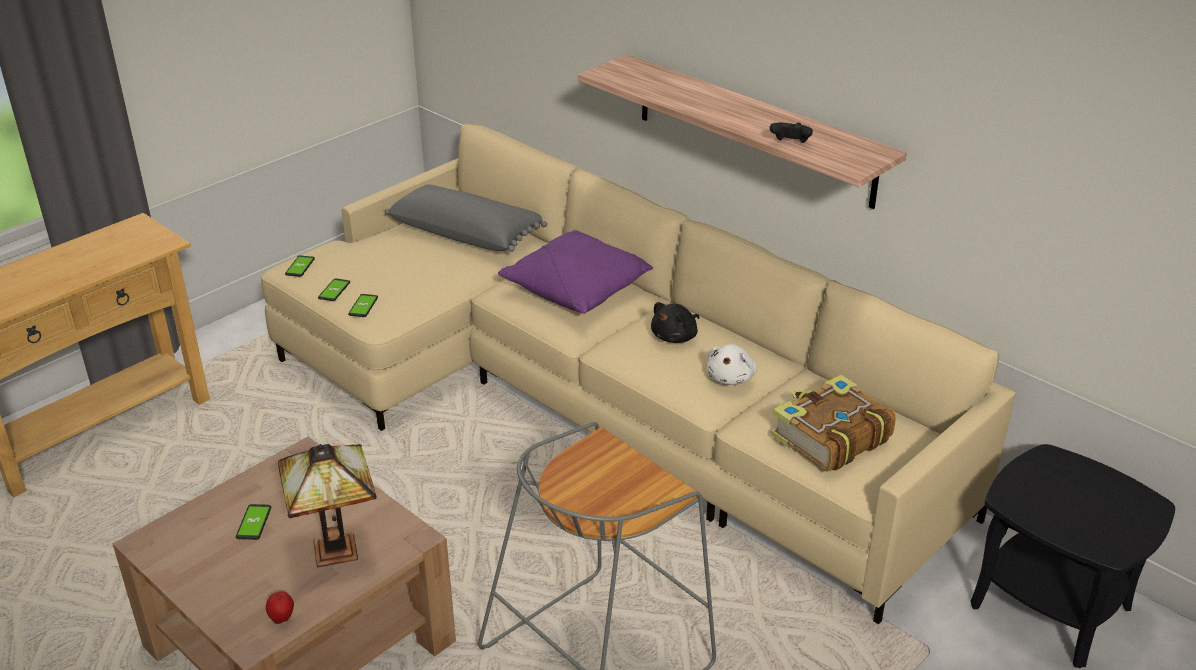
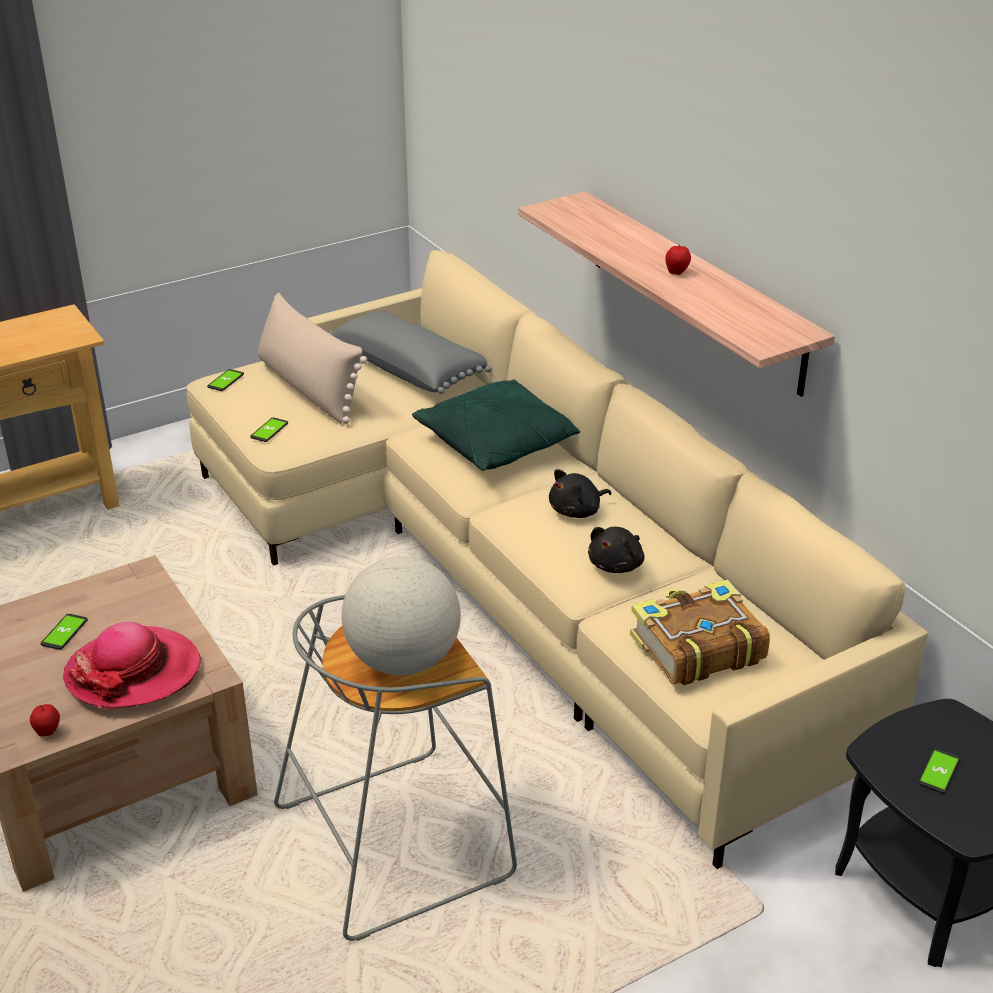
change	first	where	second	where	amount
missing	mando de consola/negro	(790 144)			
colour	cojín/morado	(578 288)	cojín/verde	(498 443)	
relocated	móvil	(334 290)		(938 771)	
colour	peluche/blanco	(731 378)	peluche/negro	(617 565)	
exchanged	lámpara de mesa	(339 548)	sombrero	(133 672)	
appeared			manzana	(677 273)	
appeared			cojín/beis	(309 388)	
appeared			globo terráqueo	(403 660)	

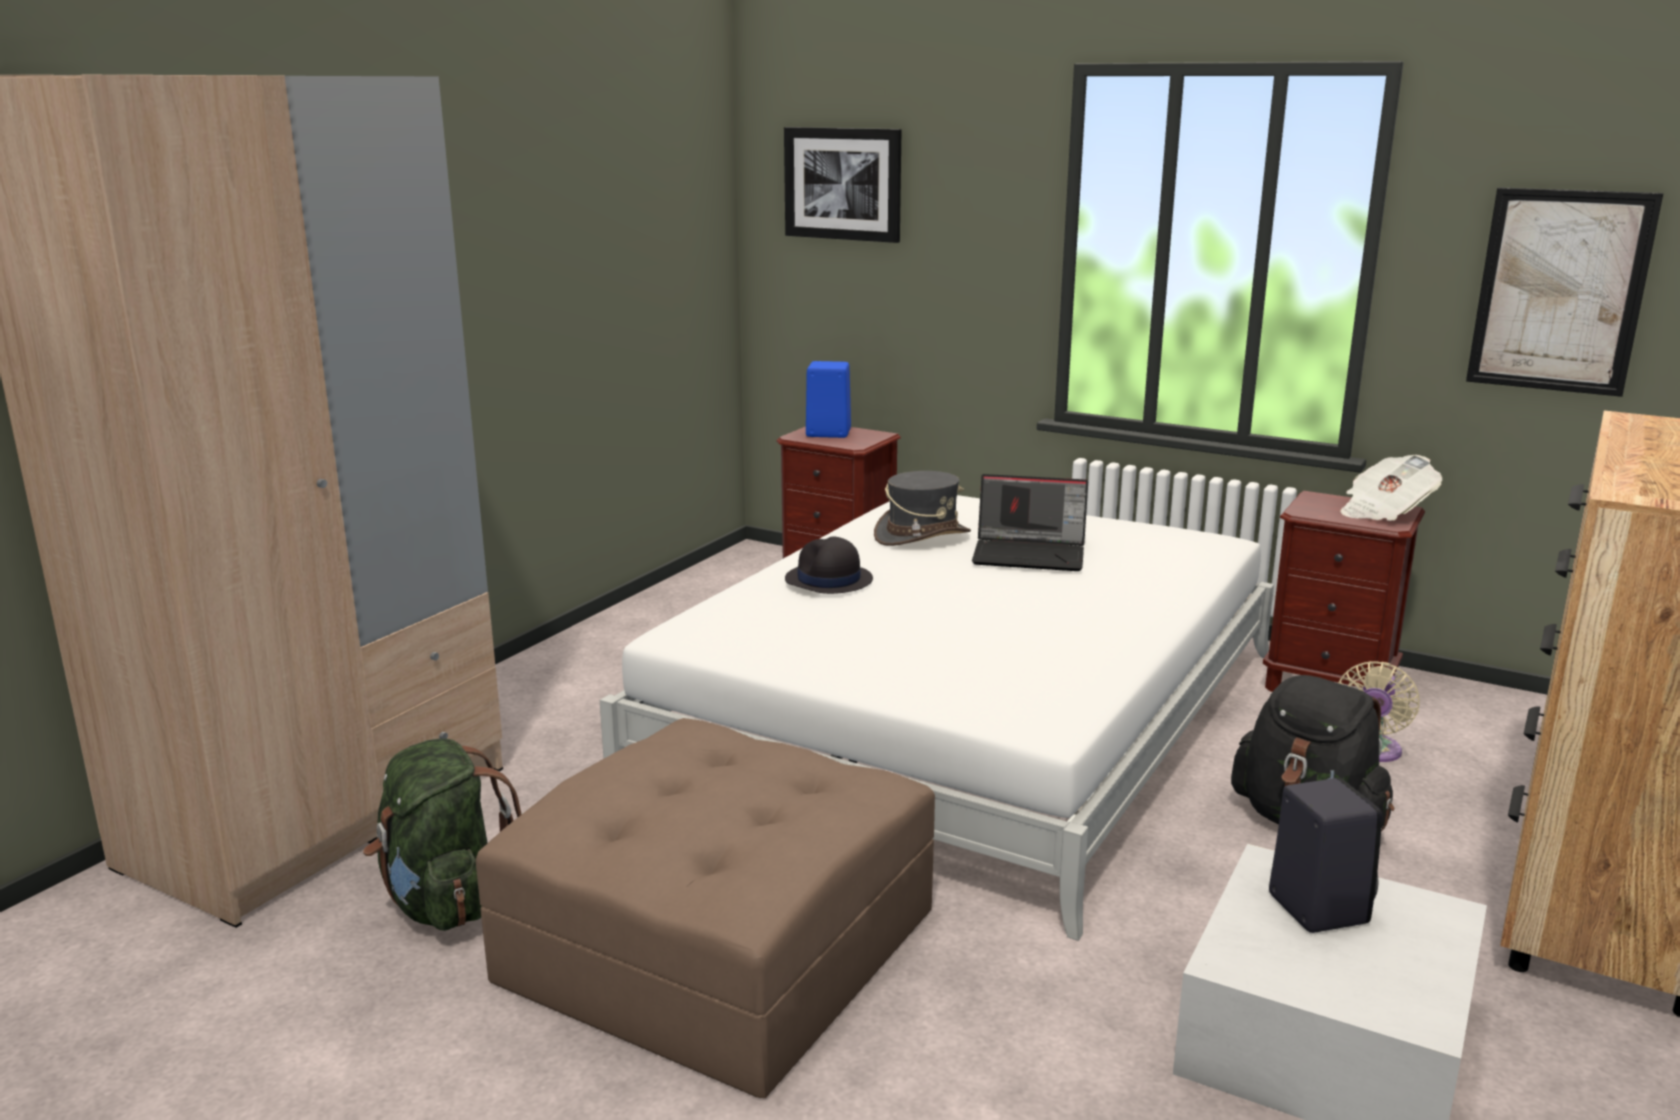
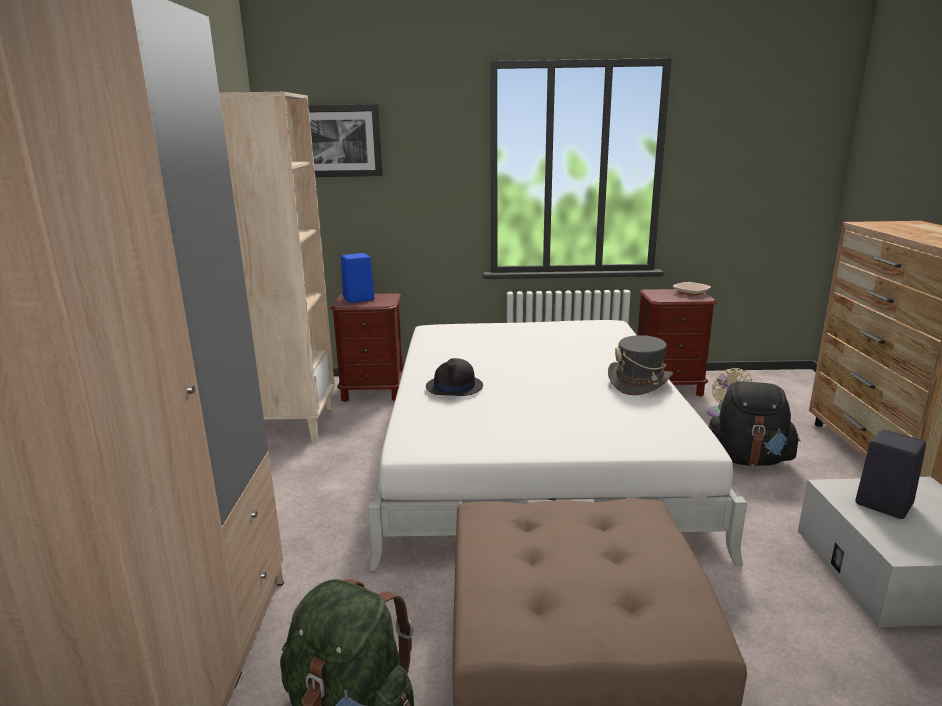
change	first	where	second	where	amount
missing	cuadro	(1560 291)			
exchanged	periódico	(1384 512)	cuenco	(691 293)	
relocated	sombrero/gris	(922 536)		(639 382)	
missing	portátil	(1030 554)			
appeared			estantería/beis	(293 424)	

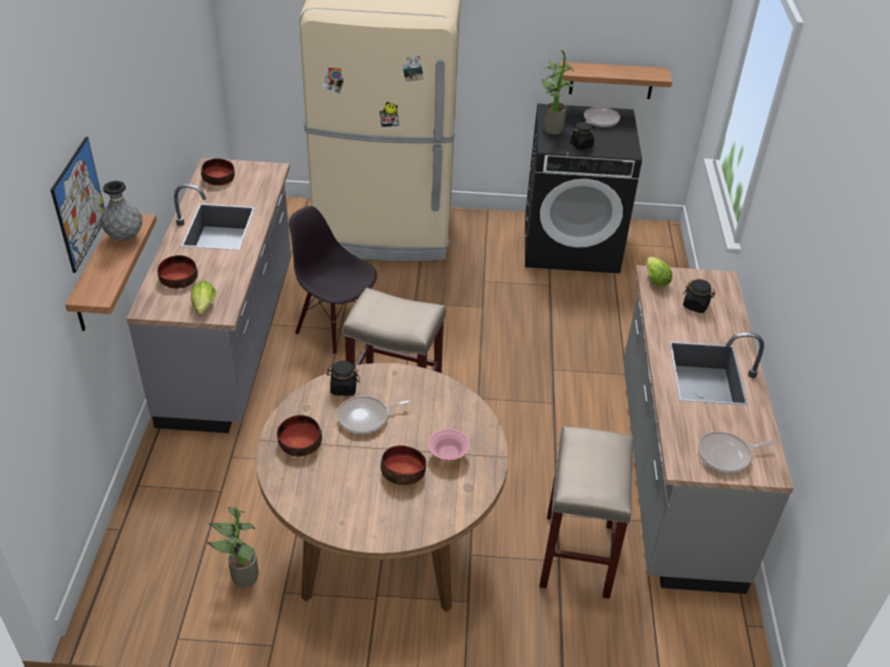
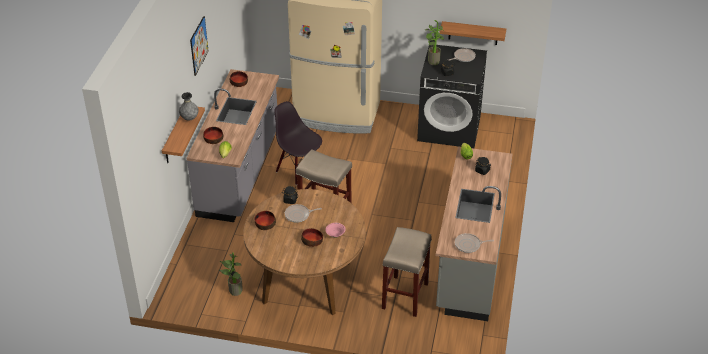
change	first	where	second	where	amount
relocated	cuadro	(79 204)		(199 45)	

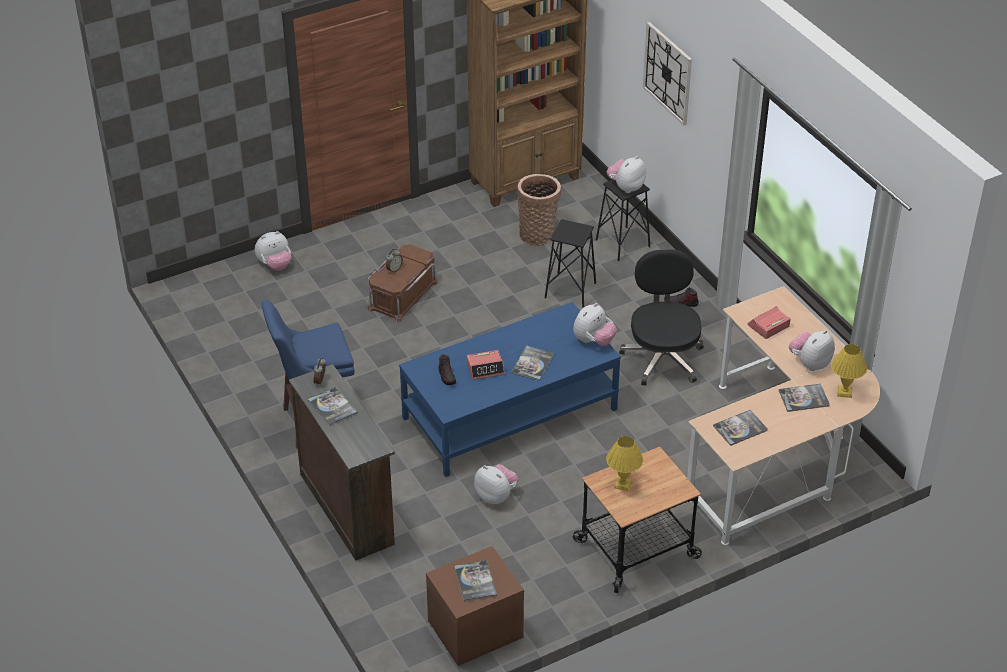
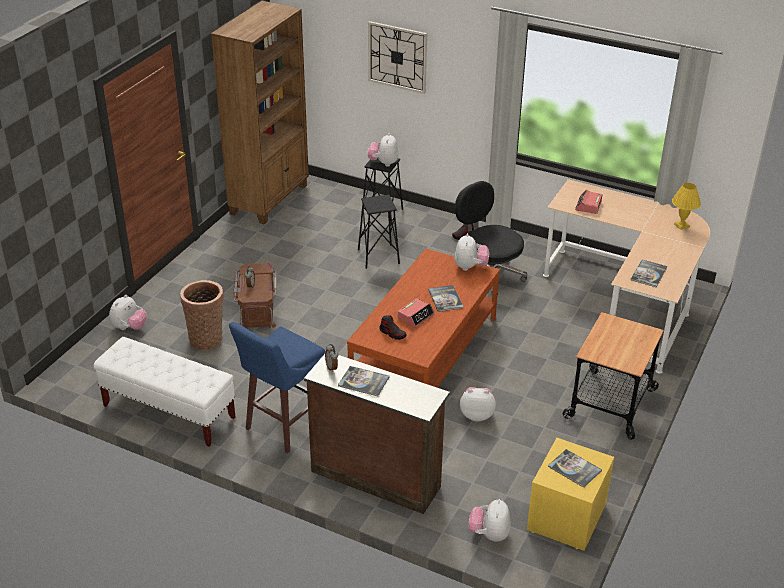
change	first	where	second	where	amount
relocated	cesta	(538 234)		(206 338)	
colour	mesa de centro/azul	(510 413)	mesa de centro/marrón	(425 354)	
relocated	peluche	(810 363)		(489 534)	
missing	libro	(803 398)			
missing	lámpara de mesa/amarillo	(623 484)			
colour	mesita de noche/marrón	(475 631)	mesita de noche/amarillo	(567 518)	
appeared			banco/blanco	(169 412)	

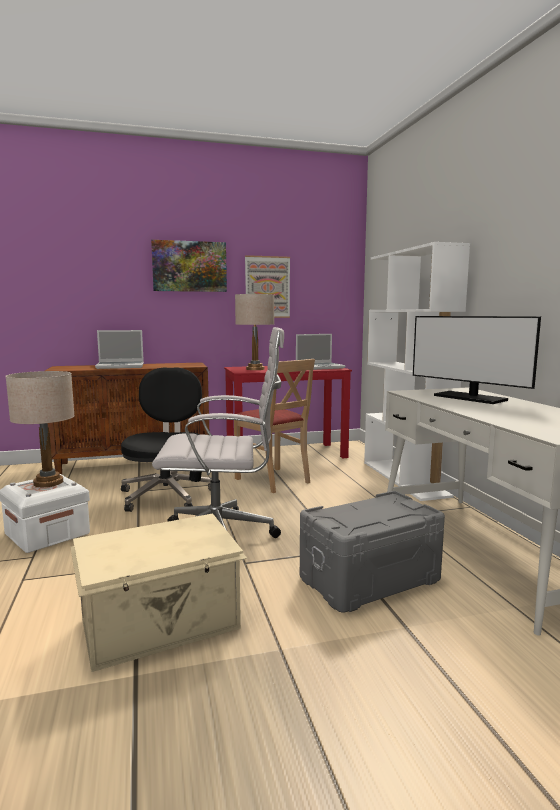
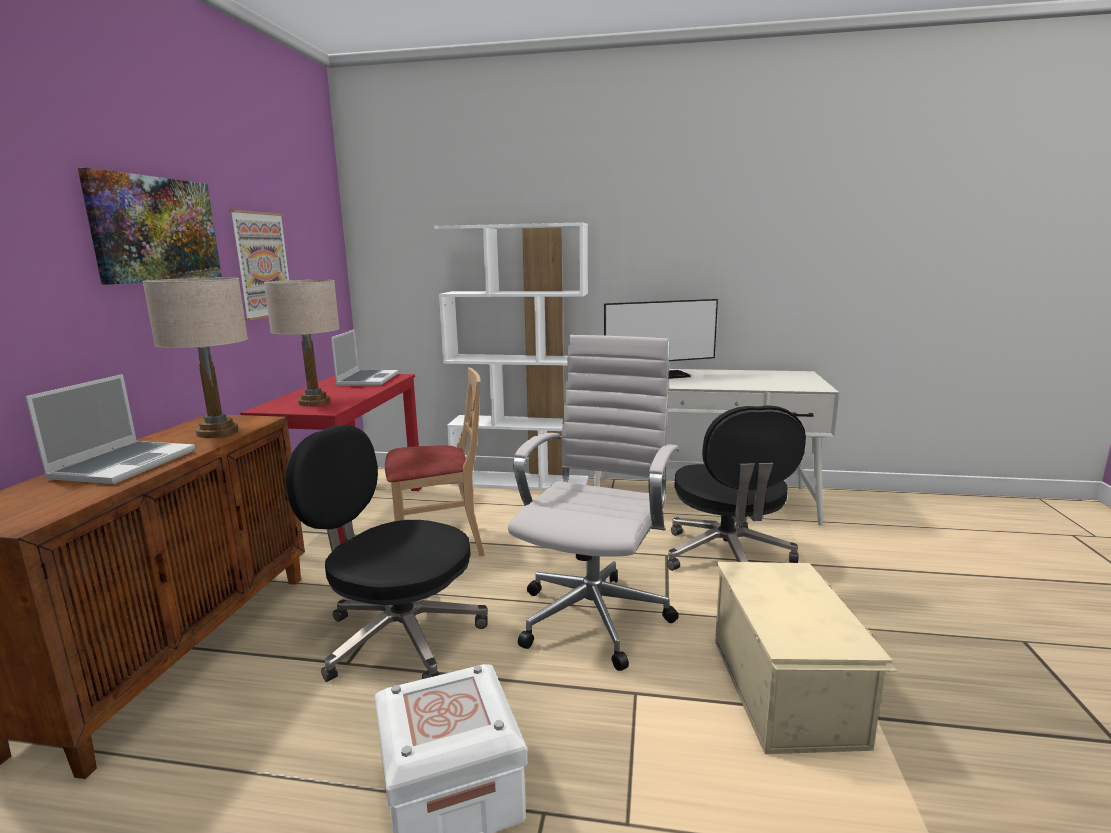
change	first	where	second	where	amount
relocated	lámpara de mesa/beis	(48 482)		(218 432)	
exchanged	caja de almacenaje/gris	(368 578)	silla de oficina/negro	(727 557)	

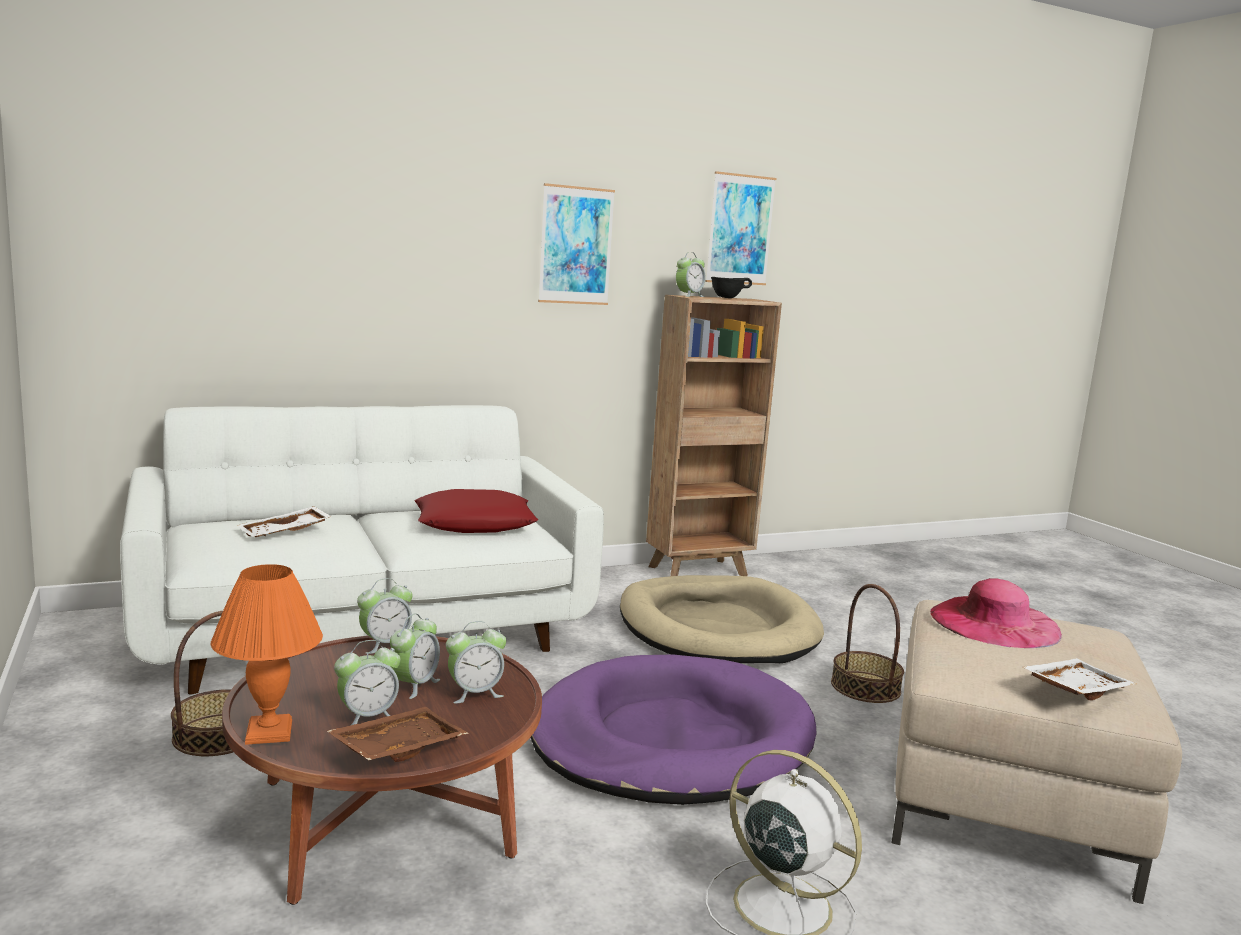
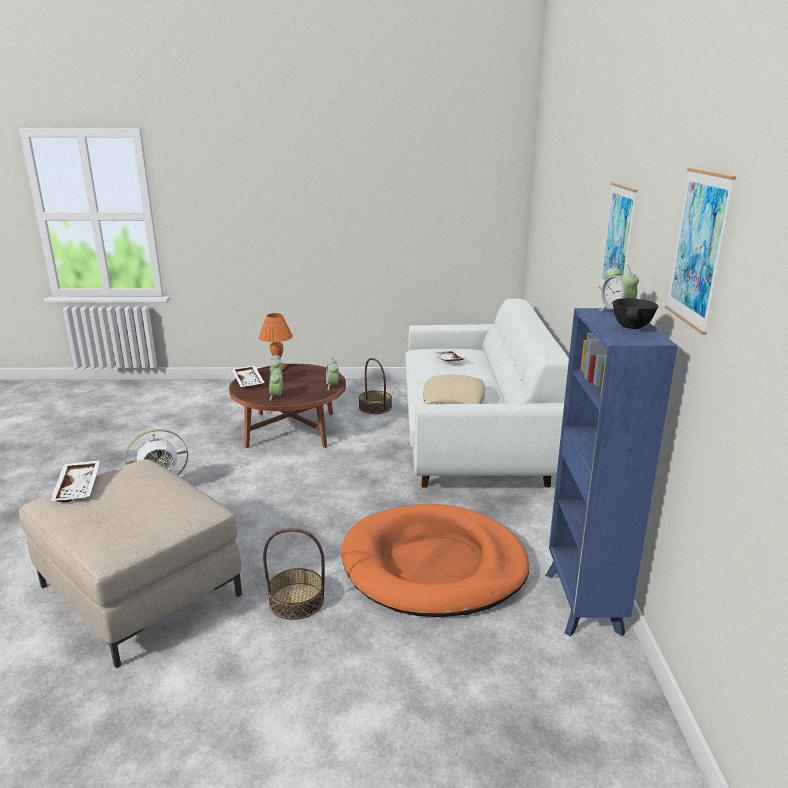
change	first	where	second	where	amount
colour	estantería/marrón	(699 571)	estantería/azul	(583 604)	
colour	cojín/rojo	(475 523)	cojín/beis	(454 399)	
colour	cama para perro/beis	(717 628)	cama para perro/naranja	(434 565)	
missing	sombrero/rosa	(994 623)			
missing	despertador	(414 685)			
missing	cama para perro/morado	(671 739)			
colour	bandeja/marrón	(397 748)	bandeja/blanco	(249 381)	

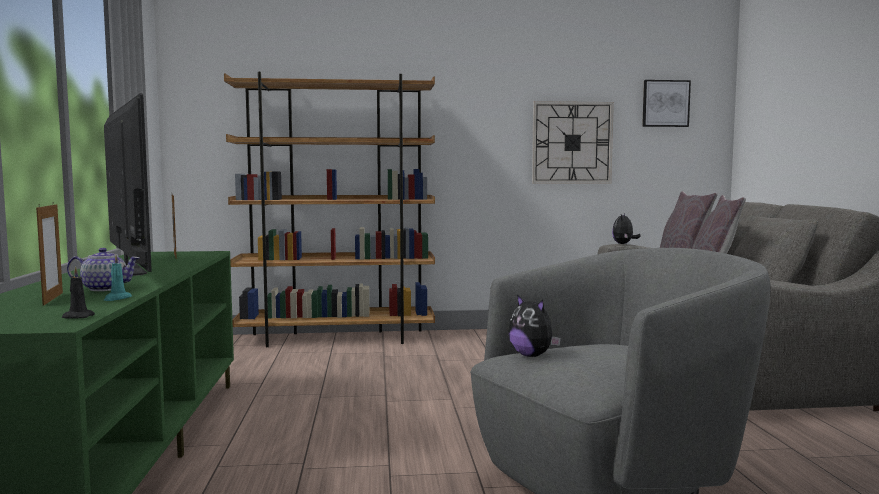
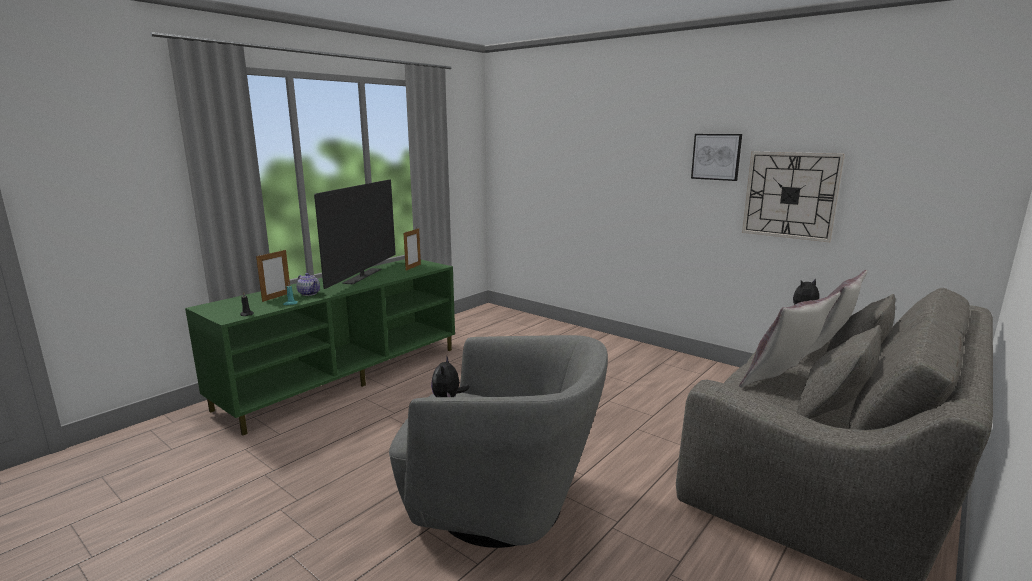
change	first	where	second	where	amount
missing	estantería/marrón	(337 338)			
relocated	cuadro	(665 103)		(716 156)	

